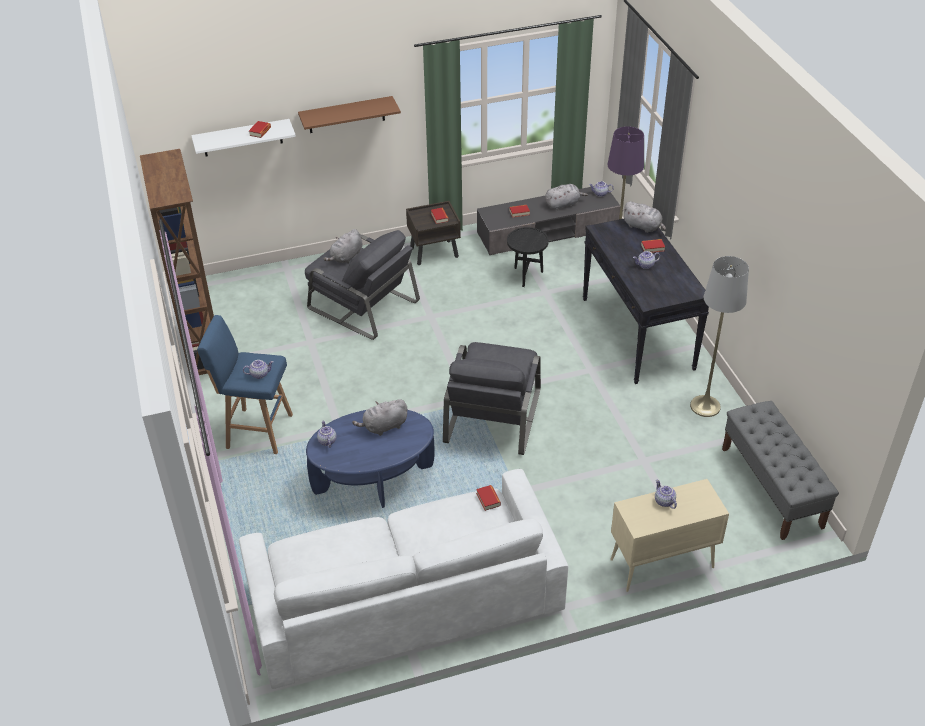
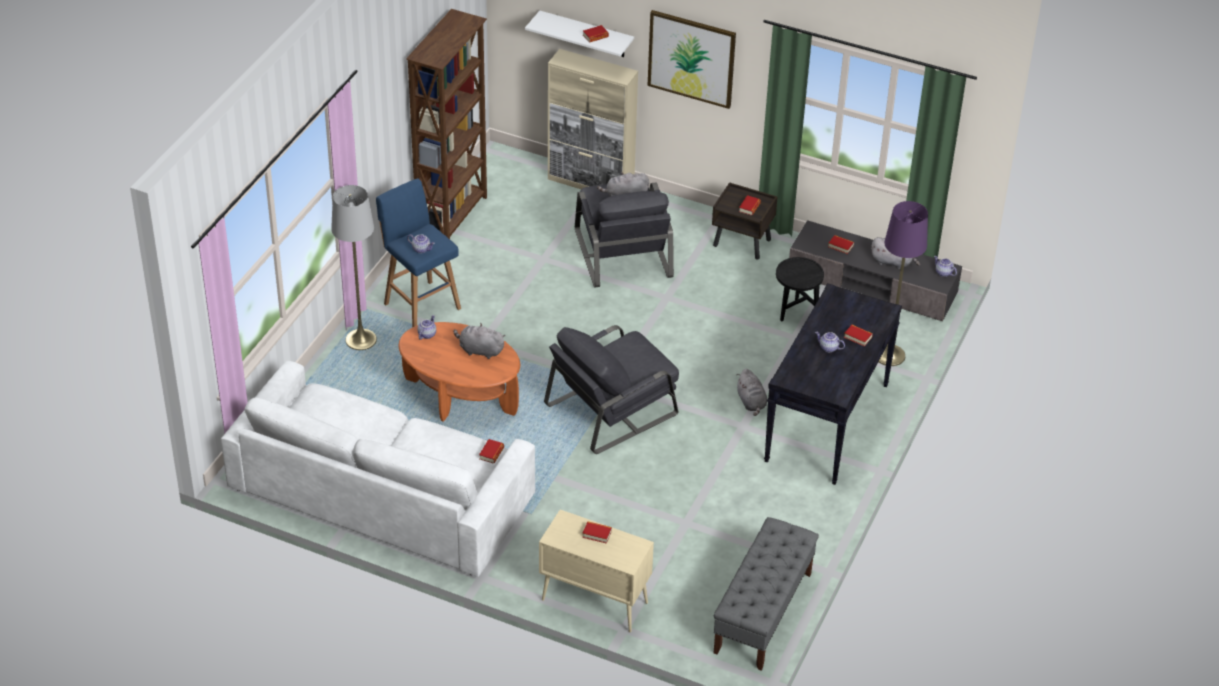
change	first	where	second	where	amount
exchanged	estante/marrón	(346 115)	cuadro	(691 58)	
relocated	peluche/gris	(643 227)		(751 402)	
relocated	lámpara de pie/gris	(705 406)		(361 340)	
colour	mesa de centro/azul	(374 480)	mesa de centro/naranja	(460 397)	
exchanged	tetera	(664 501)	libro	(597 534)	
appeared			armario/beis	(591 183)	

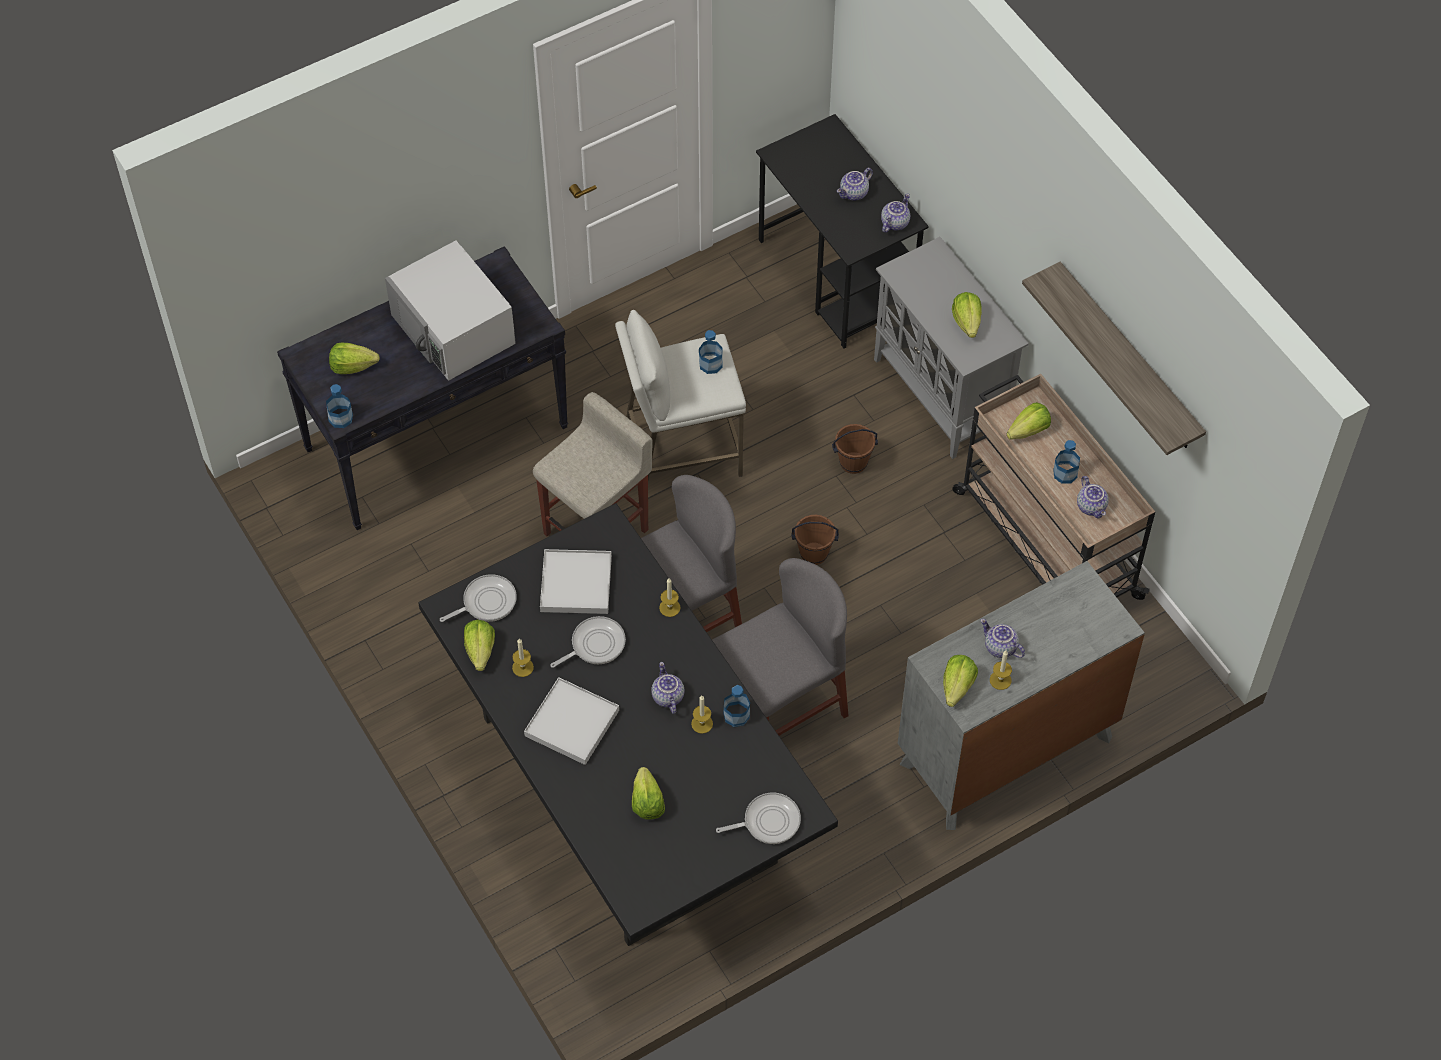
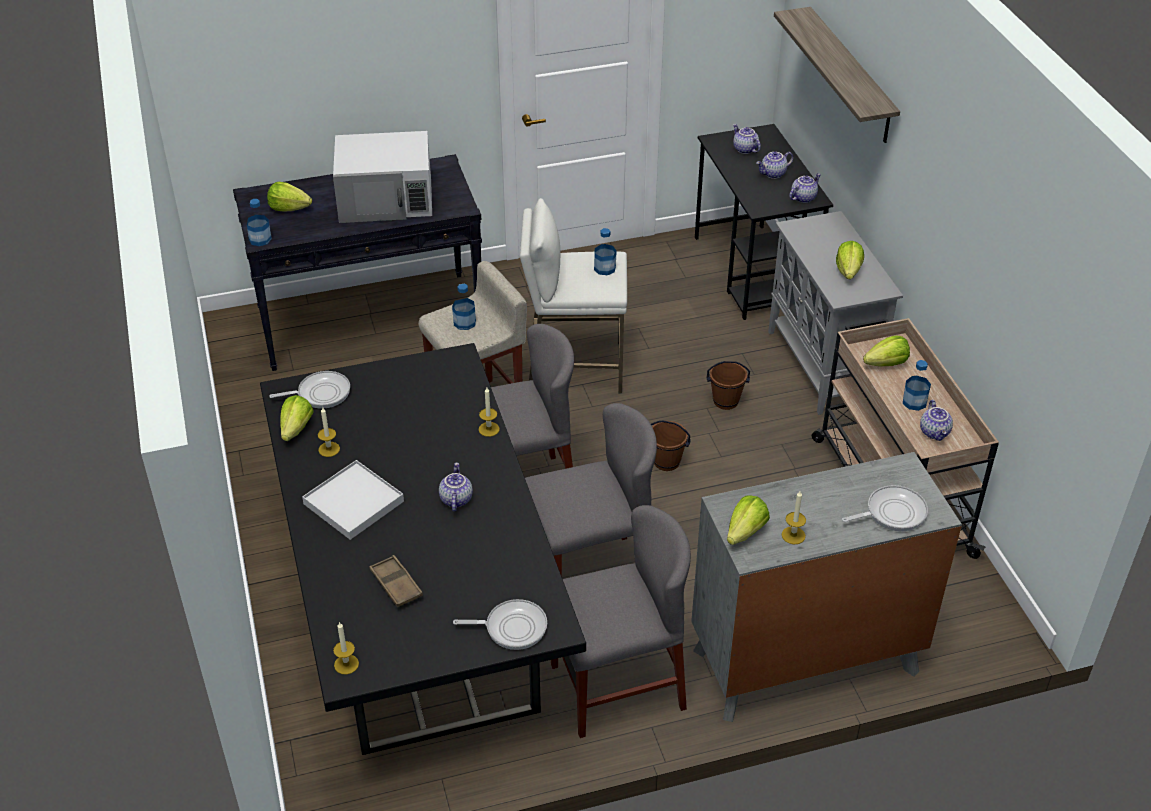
change	first	where	second	where	amount
spun	microondas/blanco	(454 329)		(386 198)	75 degrees counterclockwise
relocated	estante	(1128 359)		(850 76)	
missing	bandeja/blanco	(576 584)			
relocated	sartén	(595 645)		(892 513)	
relocated	tetera	(999 647)		(744 149)	
relocated	botella	(736 715)		(464 323)	
relocated	vela	(702 723)		(346 664)	
exchanged	lechuga	(647 802)	bandeja/marrón	(396 584)	
appeared			silla/gris	(617 686)	

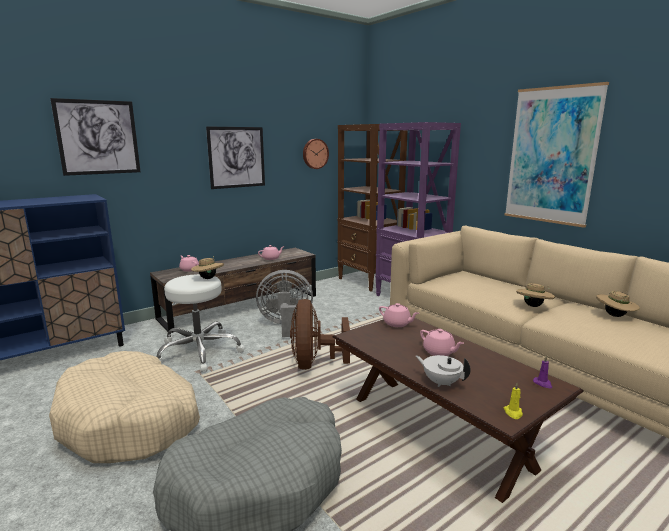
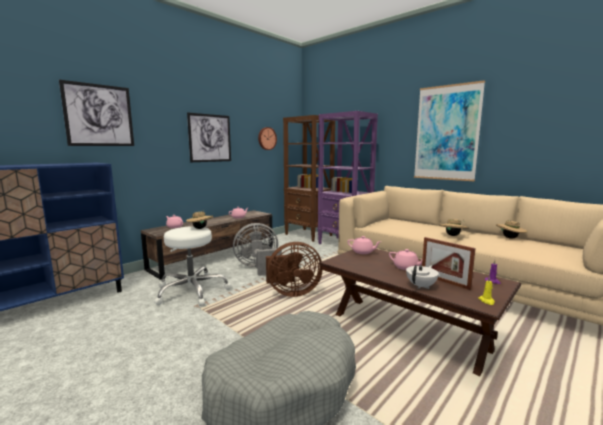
change	first	where	second	where	amount
spun	ventilador/marrón	(314 363)		(291 292)	90 degrees counterclockwise
missing	cama para perro/beis	(130 421)			
spun	tetera/blanco	(441 382)		(421 286)	105 degrees clockwise
appeared			portarretratos	(444 281)	

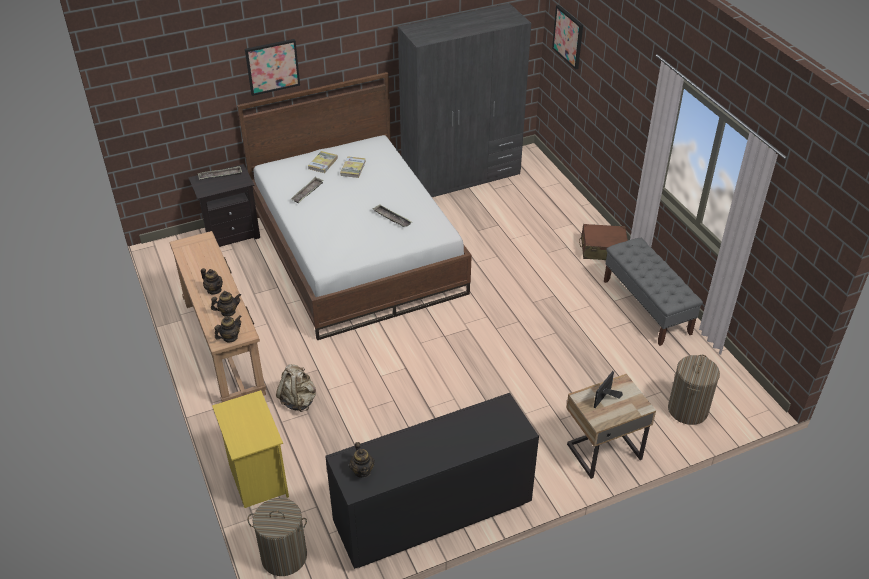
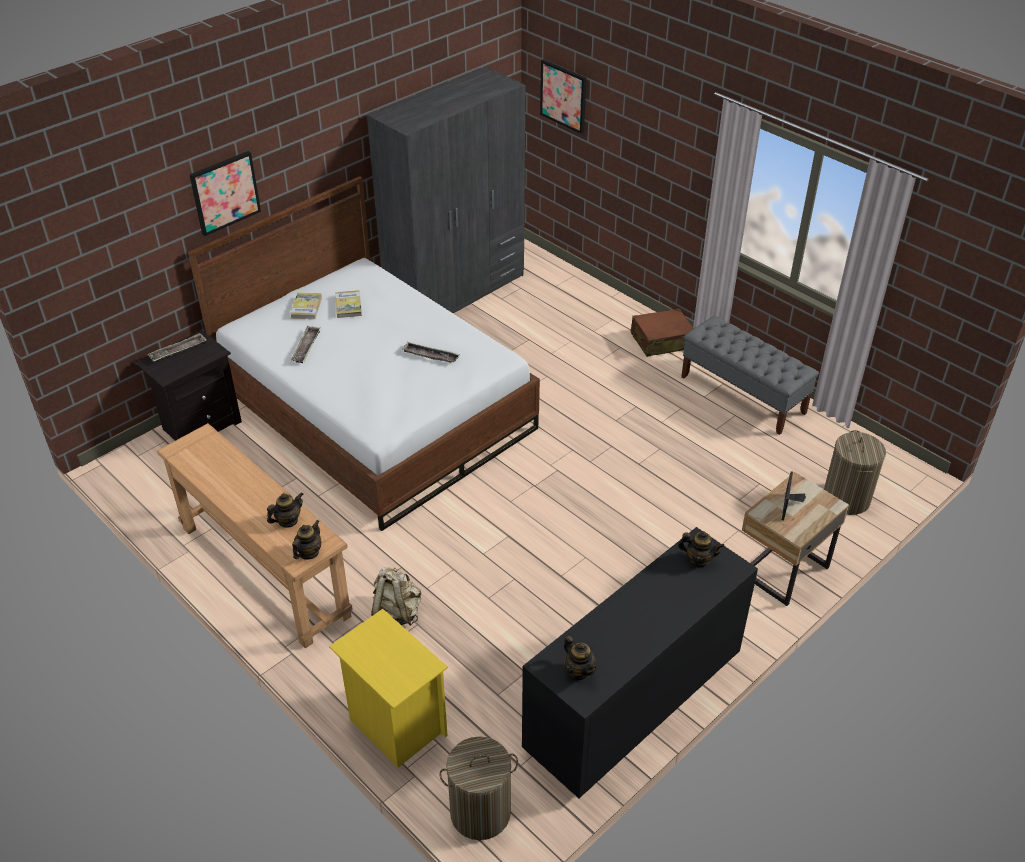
change	first	where	second	where	amount
relocated	tetera	(214 290)		(698 559)	

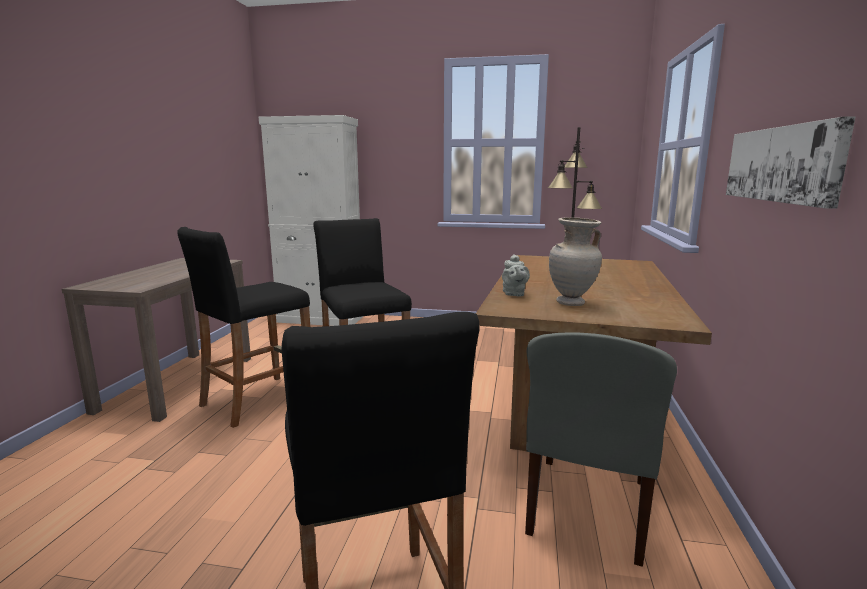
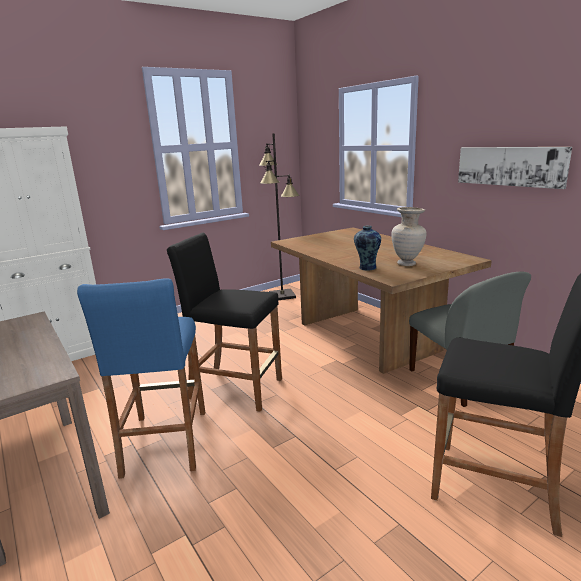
change	first	where	second	where	amount
colour	taburete/negro	(258 400)	taburete/azul	(165 442)	
exchanged	tetera/gris	(513 294)	florero	(366 268)	

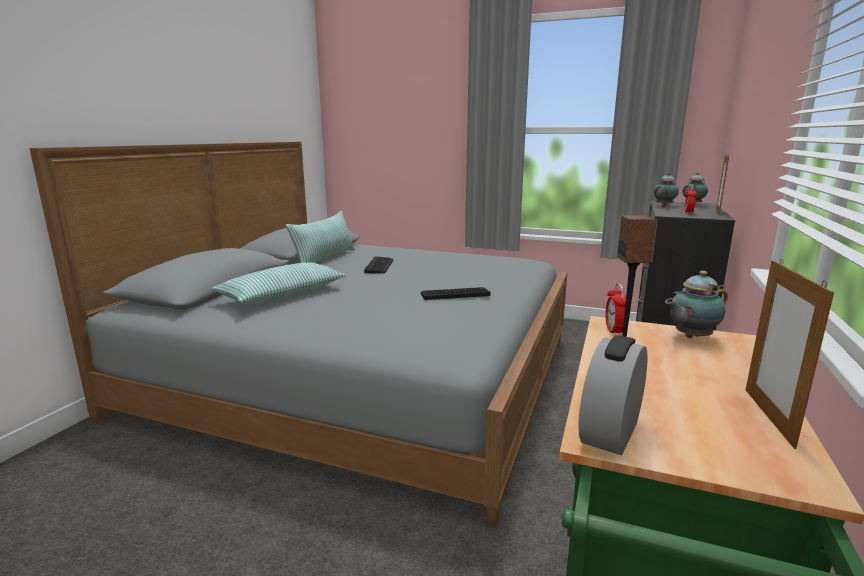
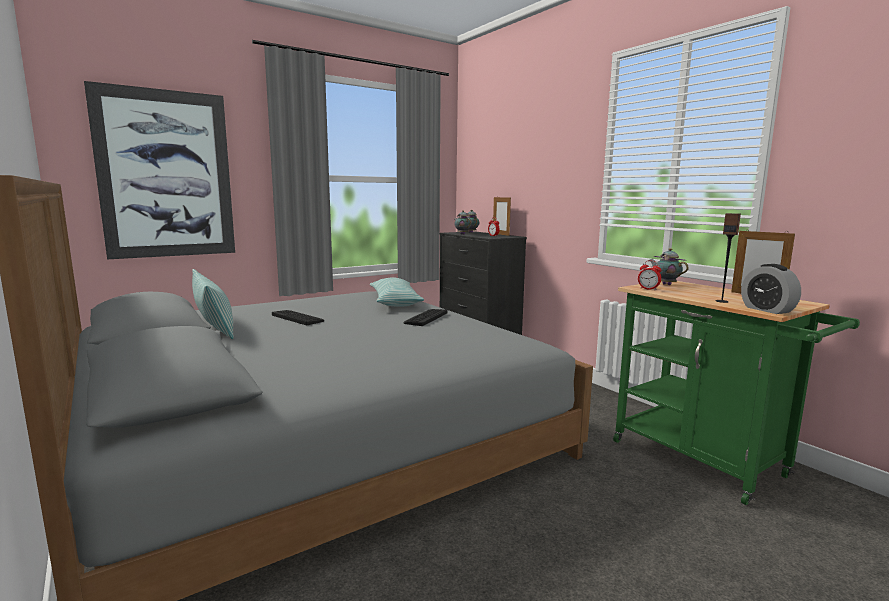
change	first	where	second	where	amount
relocated	cojín	(282 295)		(394 301)	
spun	tetera	(690 337)		(665 284)	135 degrees clockwise
appeared			cuadro	(166 175)	

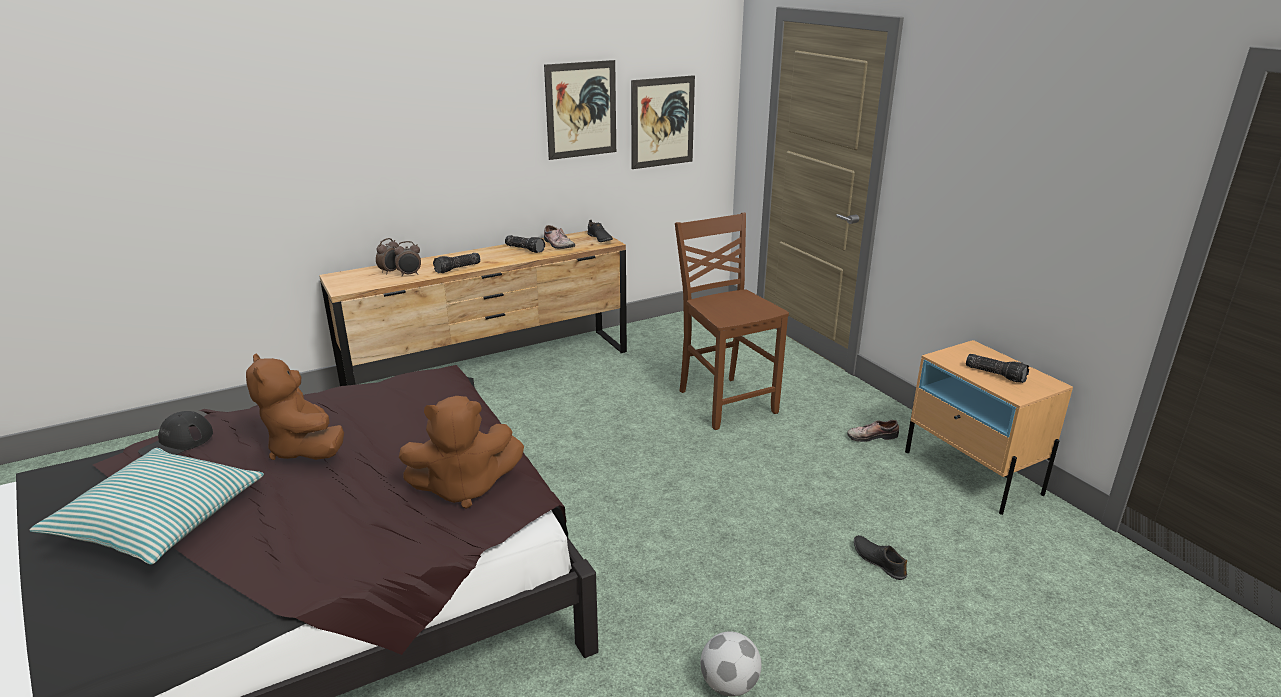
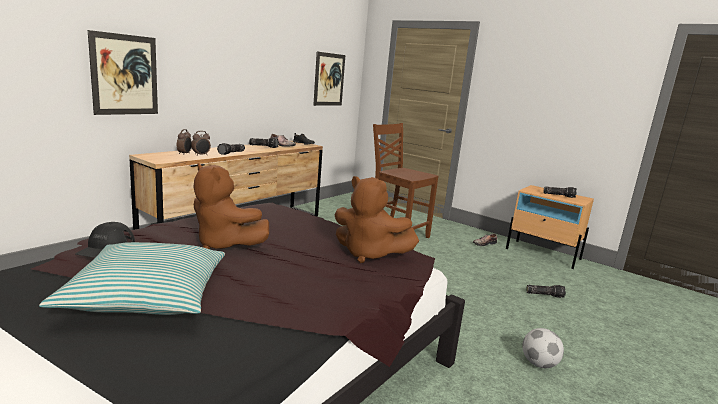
change	first	where	second	where	amount
relocated	cuadro	(581 110)		(125 75)	
spun	peluche/marrón	(464 488)		(369 254)	60 degrees clockwise
exchanged	zapato/negro	(878 561)	linterna	(544 295)	

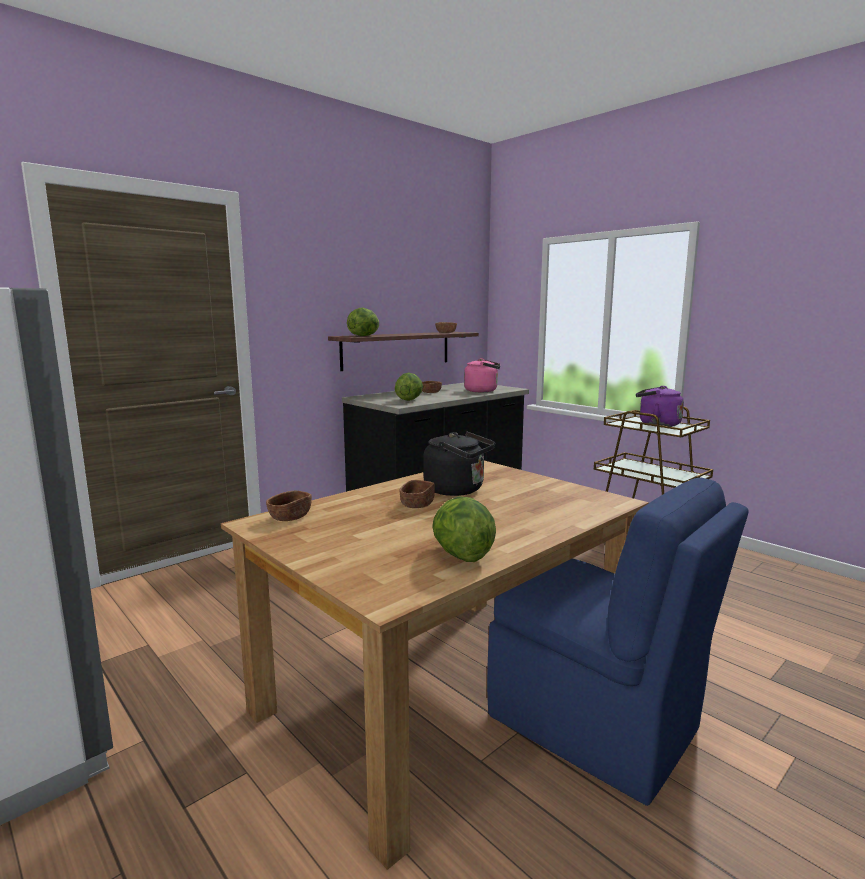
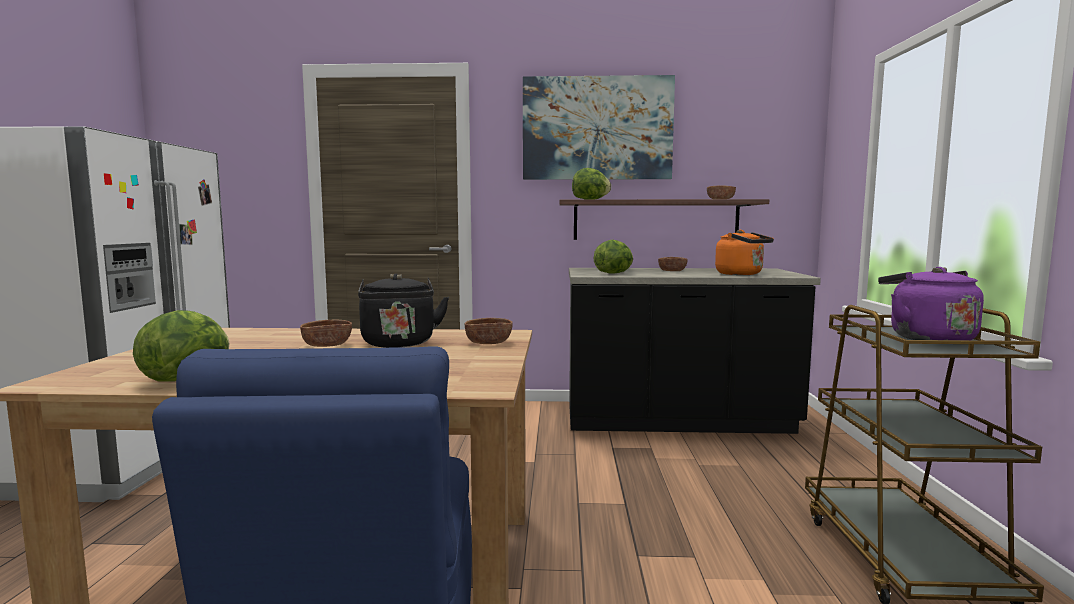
change	first	where	second	where	amount
colour	hervidor/rosa	(483 391)	hervidor/naranja	(742 274)	
relocated	cuenco/marrón	(290 517)		(488 342)	
appeared			cuadro	(597 128)	

